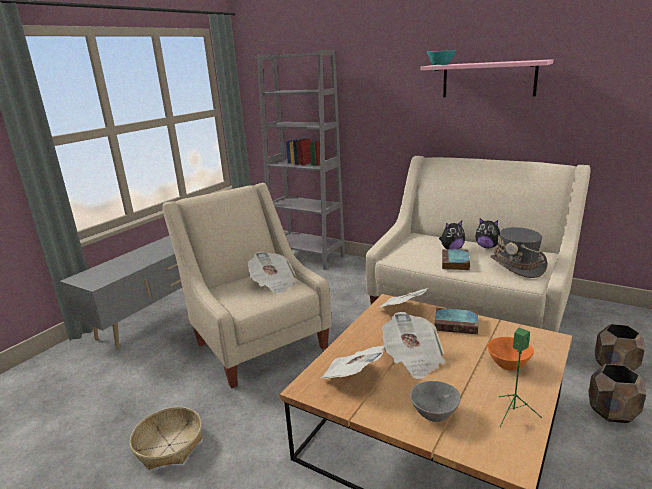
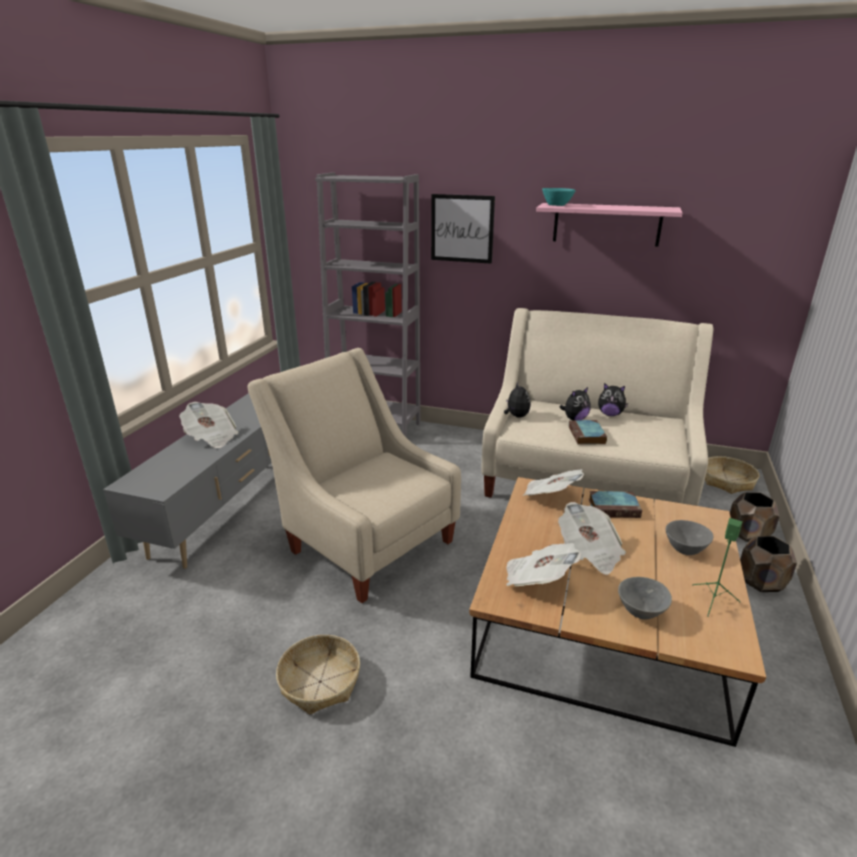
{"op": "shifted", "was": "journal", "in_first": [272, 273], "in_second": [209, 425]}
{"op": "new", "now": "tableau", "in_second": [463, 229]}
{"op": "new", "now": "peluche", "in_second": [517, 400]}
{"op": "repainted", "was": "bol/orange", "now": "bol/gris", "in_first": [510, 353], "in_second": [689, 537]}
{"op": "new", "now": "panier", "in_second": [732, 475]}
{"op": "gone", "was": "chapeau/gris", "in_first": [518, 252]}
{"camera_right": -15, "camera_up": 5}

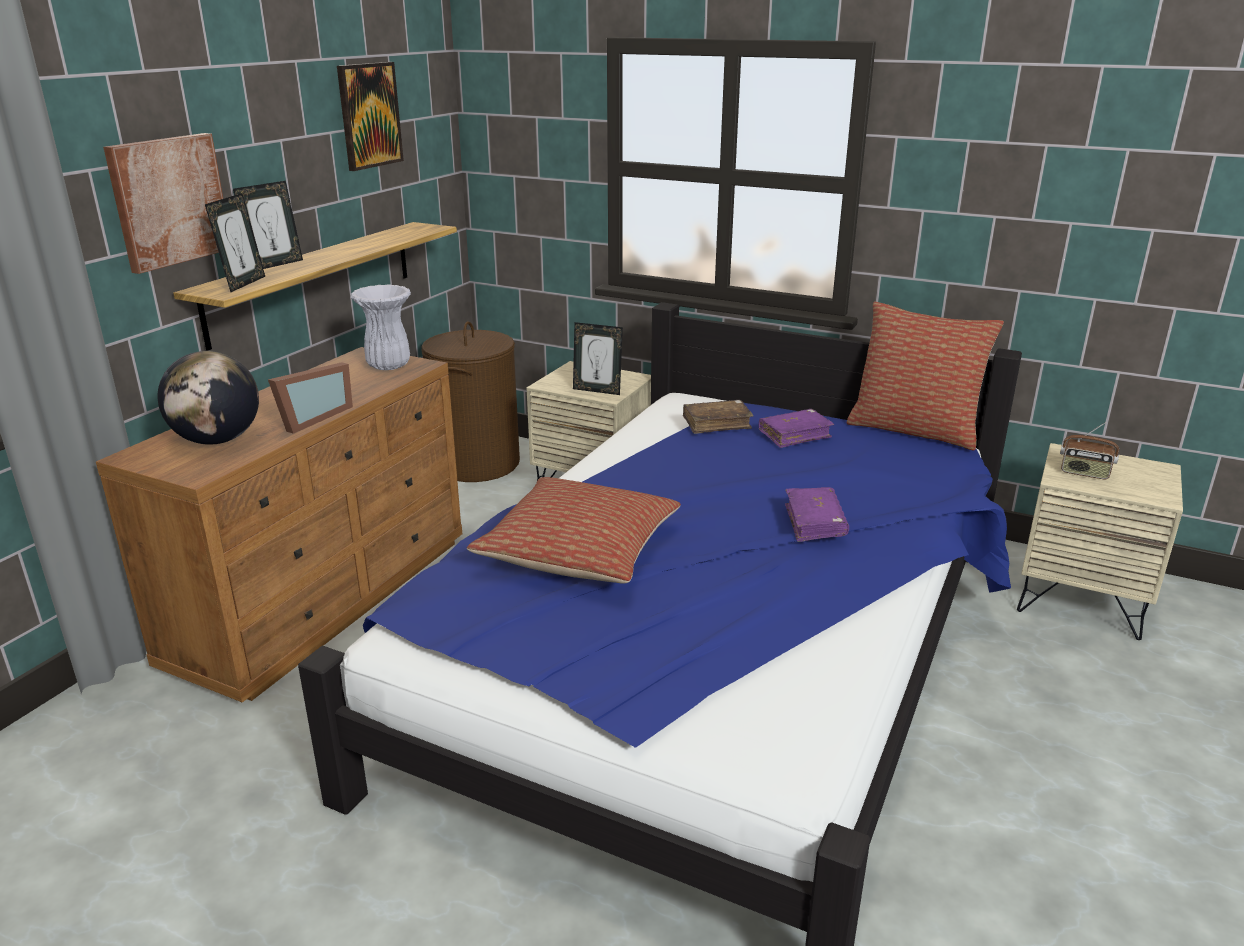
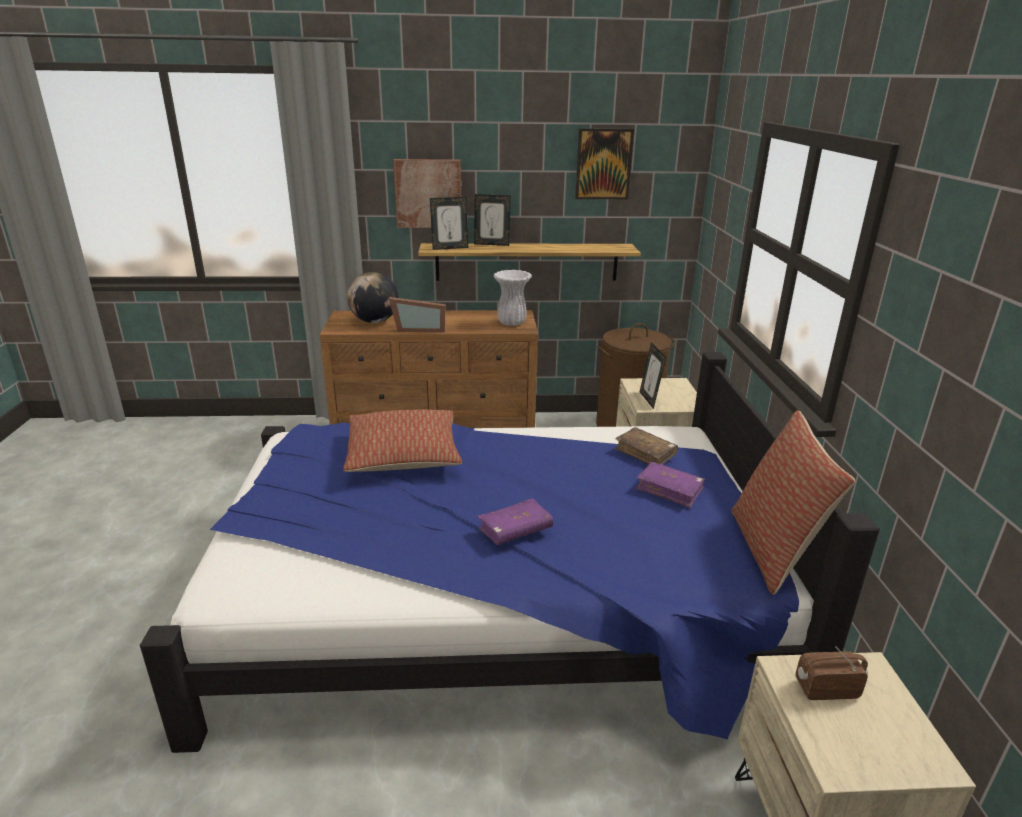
{"op": "rotated", "was": "radio", "in_first": [1089, 450], "in_second": [831, 673], "clockwise": 90}
{"camera_right": 60, "camera_up": 0}

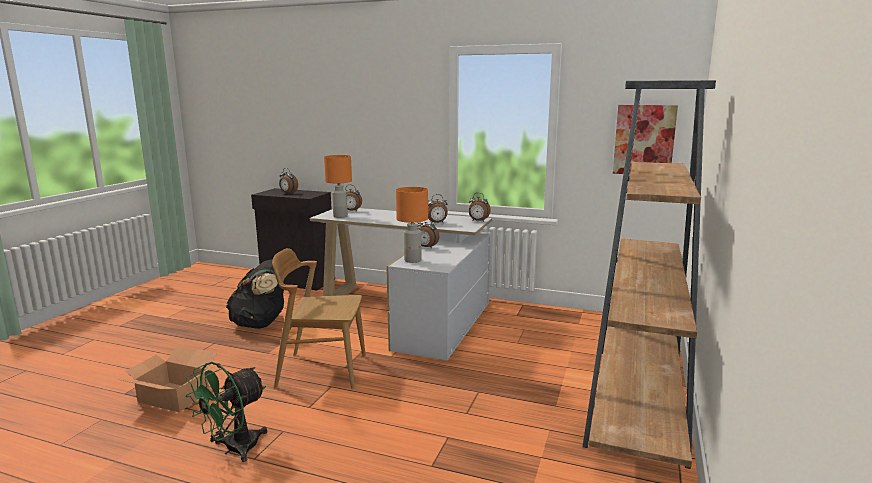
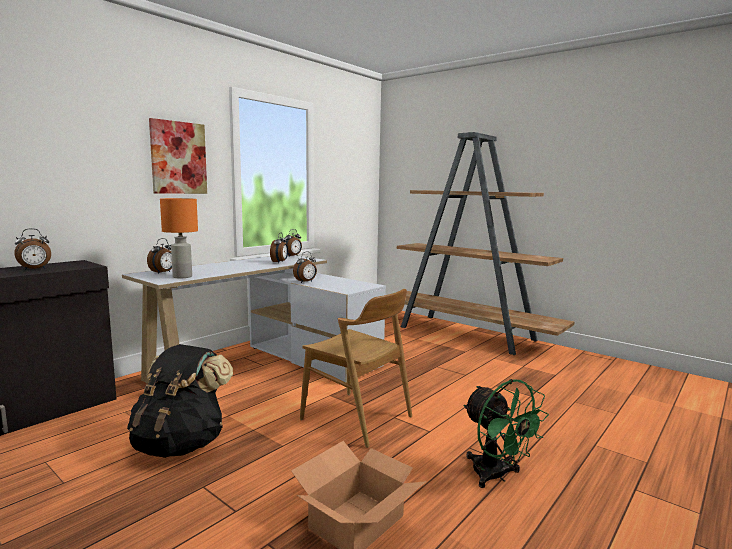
{"op": "shifted", "was": "tableau", "in_first": [645, 139], "in_second": [178, 156]}
{"op": "rotated", "was": "chaise/marron", "in_first": [319, 318], "in_second": [356, 368], "clockwise": -75}
{"op": "gone", "was": "lampe de table/orange", "in_first": [412, 225]}
{"camera_right": -70, "camera_up": -5}

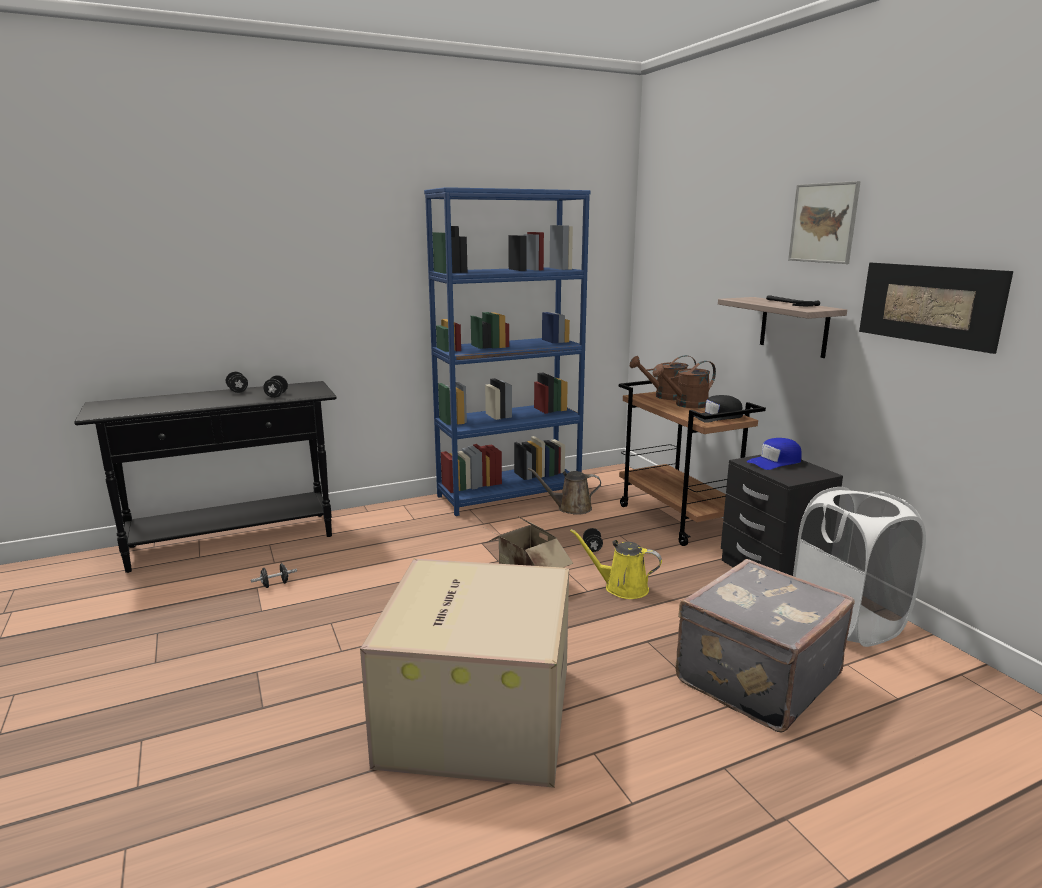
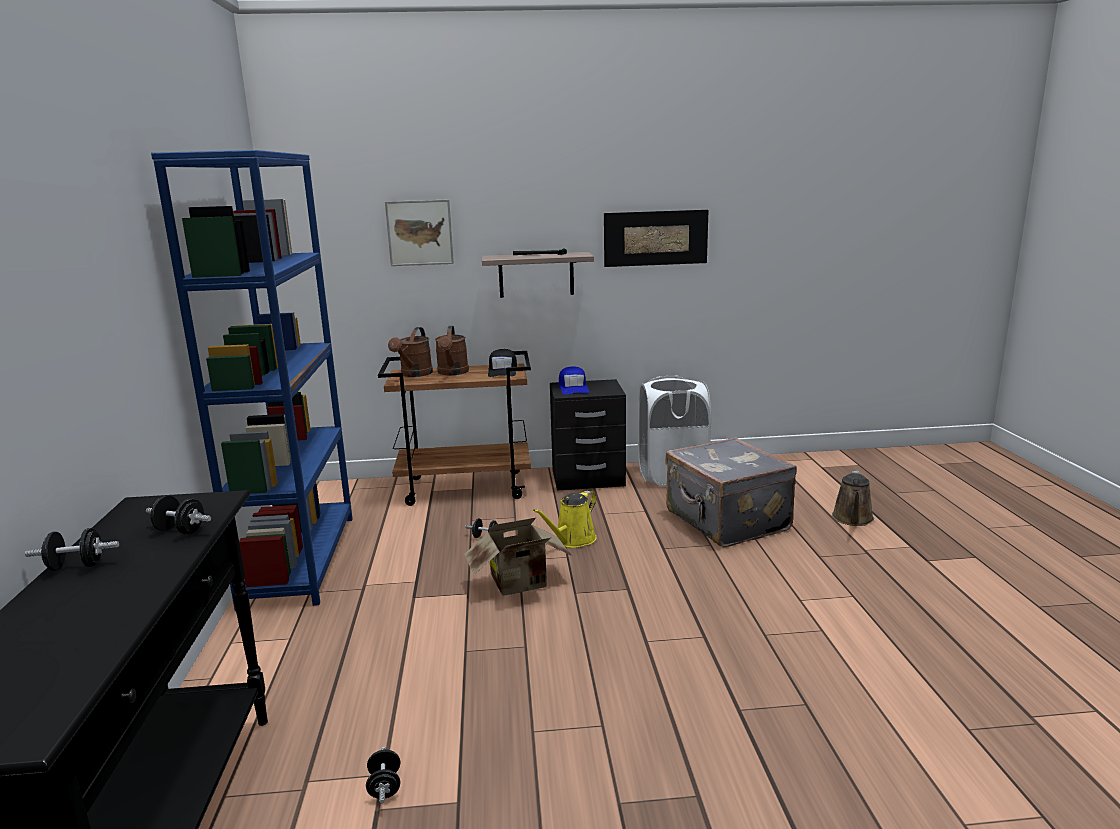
{"op": "shifted", "was": "tableau", "in_first": [824, 222], "in_second": [419, 232]}
{"op": "shifted", "was": "arrosoir/marron", "in_first": [564, 491], "in_second": [853, 498]}
{"op": "gone", "was": "carton", "in_first": [464, 673]}
{"camera_right": -70, "camera_up": 0}

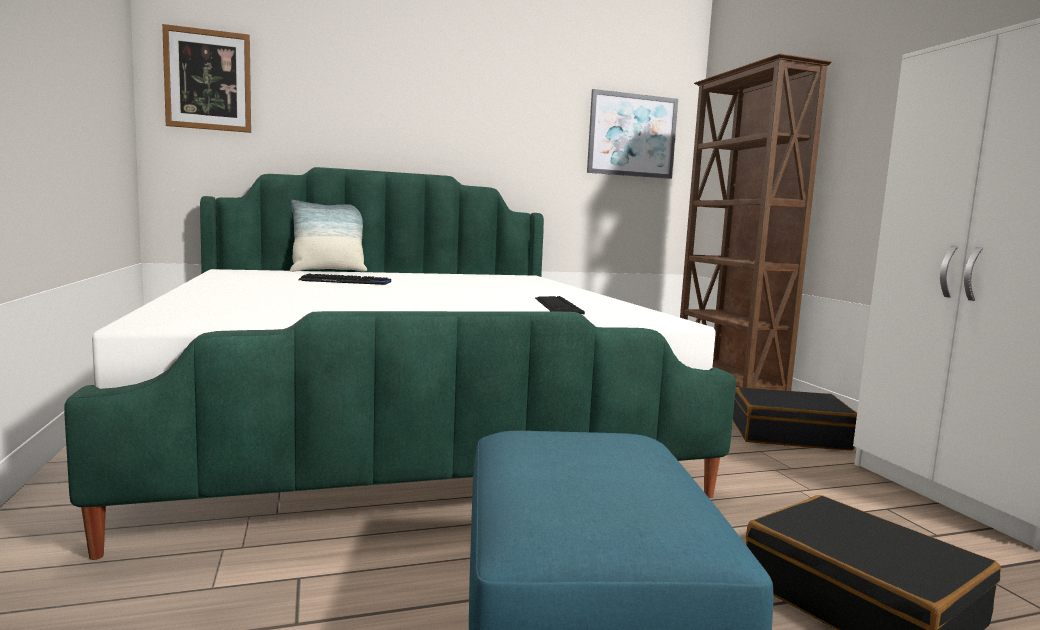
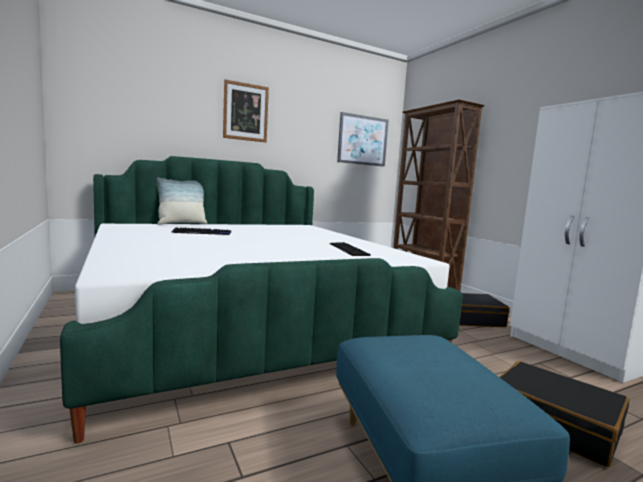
{"op": "shifted", "was": "tableau", "in_first": [206, 78], "in_second": [246, 110]}
{"camera_right": -10, "camera_up": 0}

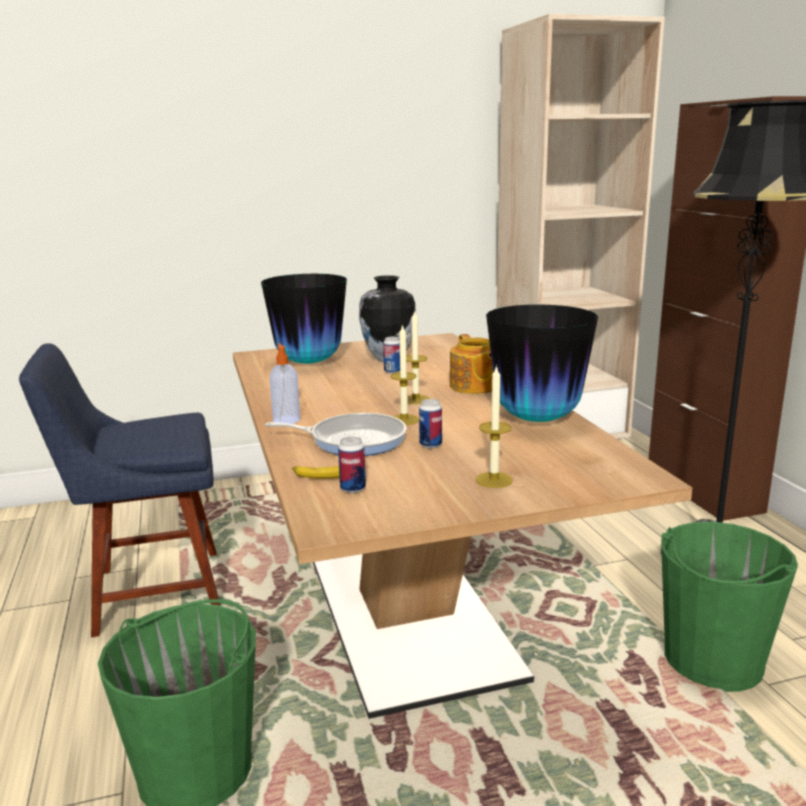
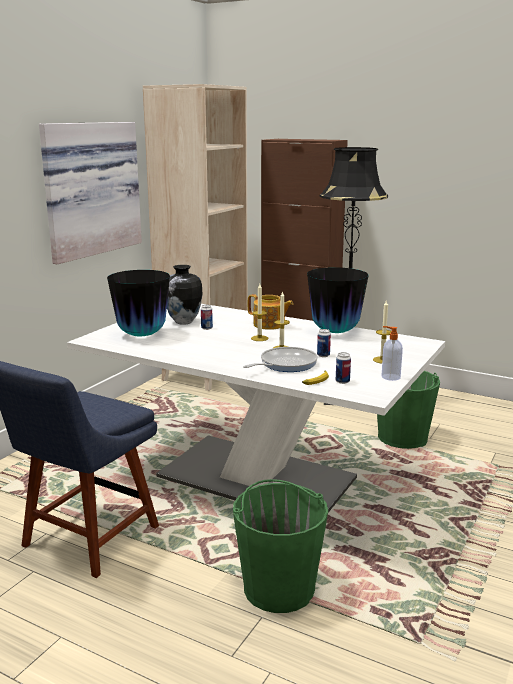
{"op": "new", "now": "tableau", "in_second": [90, 193]}
{"op": "repainted", "was": "table à manger/marron", "now": "table à manger/blanc", "in_first": [462, 526], "in_second": [256, 408]}
{"op": "shifted", "was": "distributeur de savon", "in_first": [285, 383], "in_second": [392, 353]}
{"camera_right": -45, "camera_up": 0}

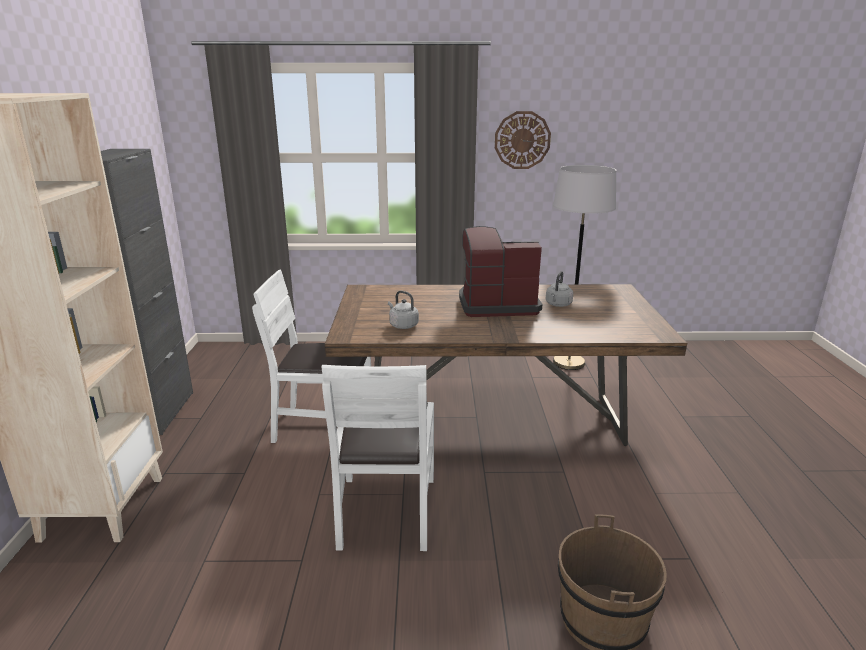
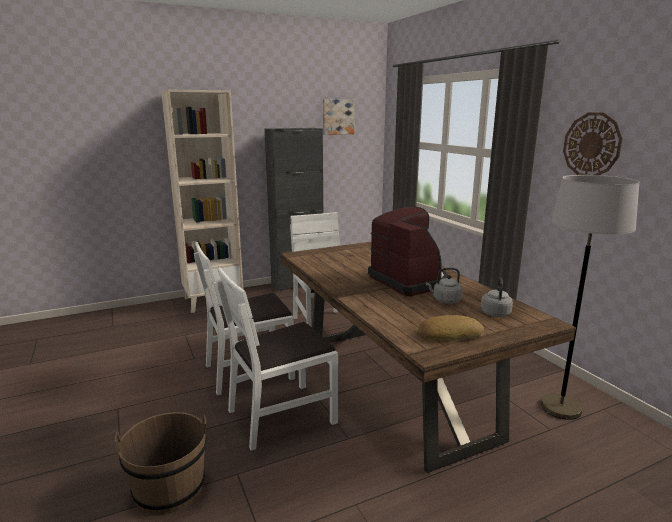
{"op": "new", "now": "chaise/blanc", "in_second": [277, 359]}
{"op": "new", "now": "tableau", "in_second": [339, 117]}
{"op": "new", "now": "pain", "in_second": [451, 328]}
{"op": "shifted", "was": "bouilloire/gris", "in_first": [403, 310], "in_second": [497, 297]}
{"camera_right": 65, "camera_up": -5}

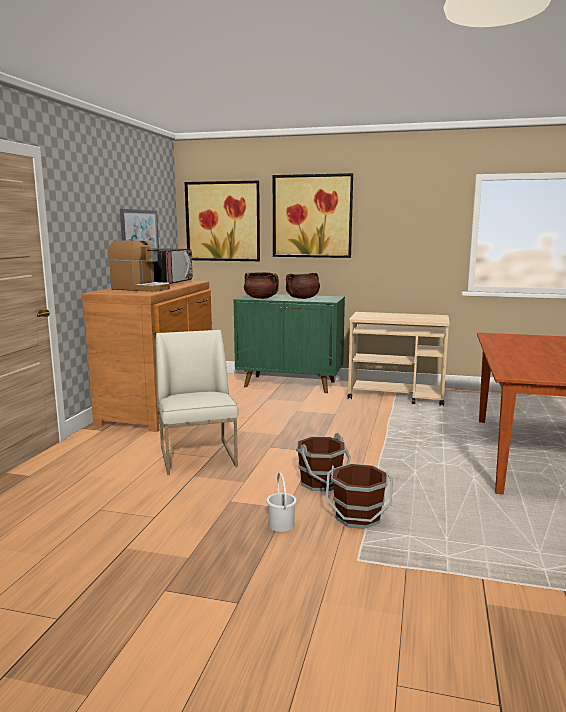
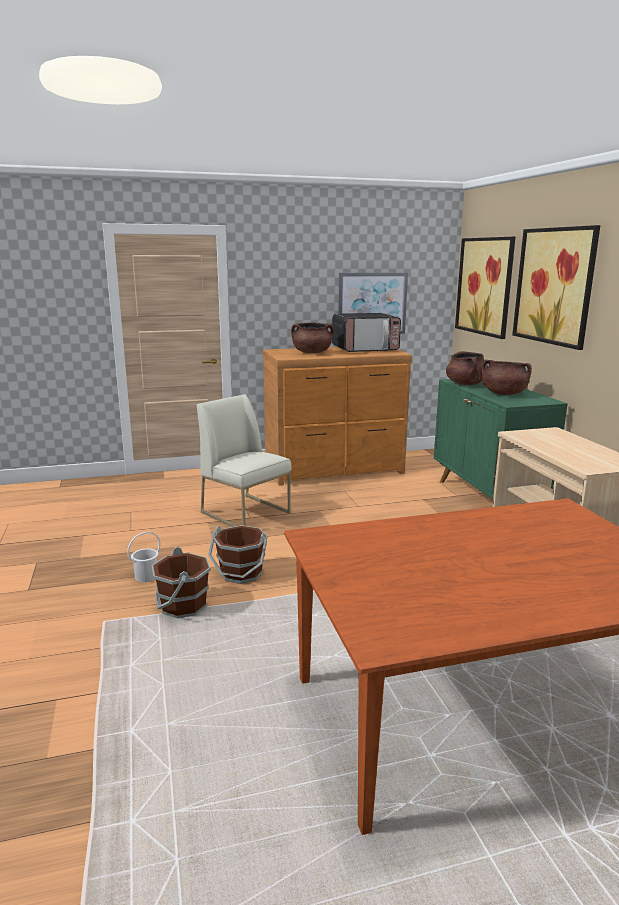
{"op": "rotated", "was": "chaise/blanc", "in_first": [197, 402], "in_second": [244, 460], "clockwise": -90}
{"op": "swapped", "was": "machine à café", "now": "marmite/marron", "in_first": [138, 265], "in_second": [312, 337]}
{"camera_right": 60, "camera_up": 5}

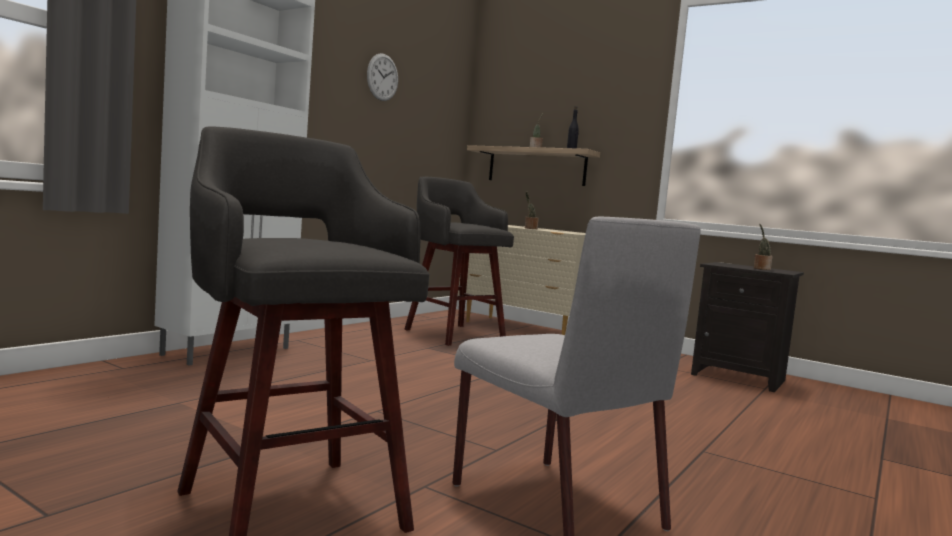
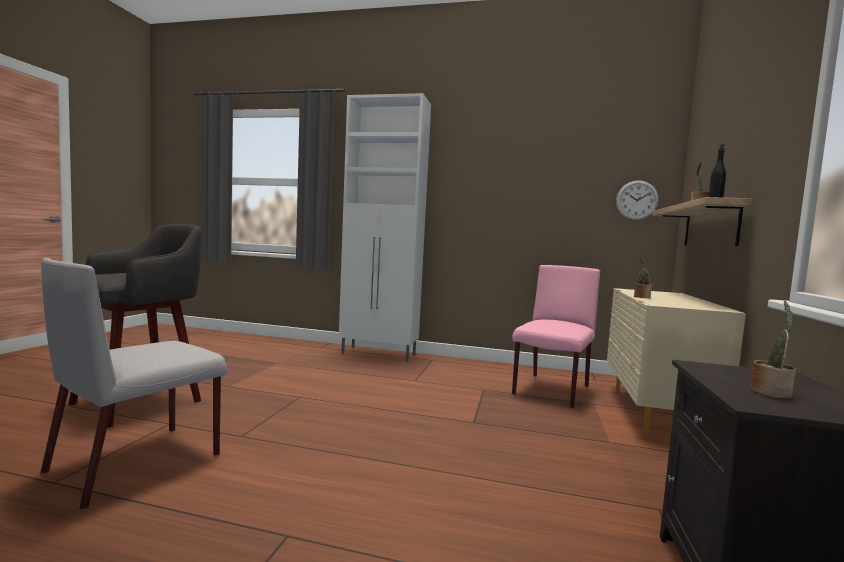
{"op": "swapped", "was": "tabouret/gris", "now": "chaise/rose", "in_first": [459, 261], "in_second": [556, 337]}
{"op": "shifted", "was": "horloge murale", "in_first": [382, 77], "in_second": [637, 200]}
{"camera_right": 70, "camera_up": 0}

